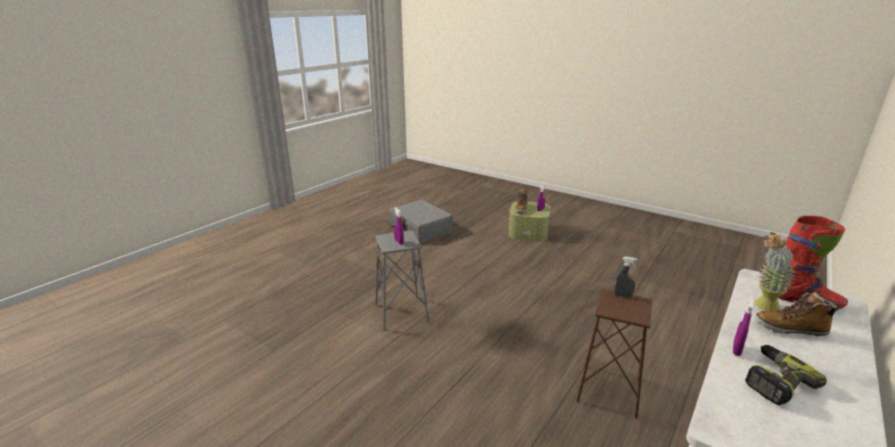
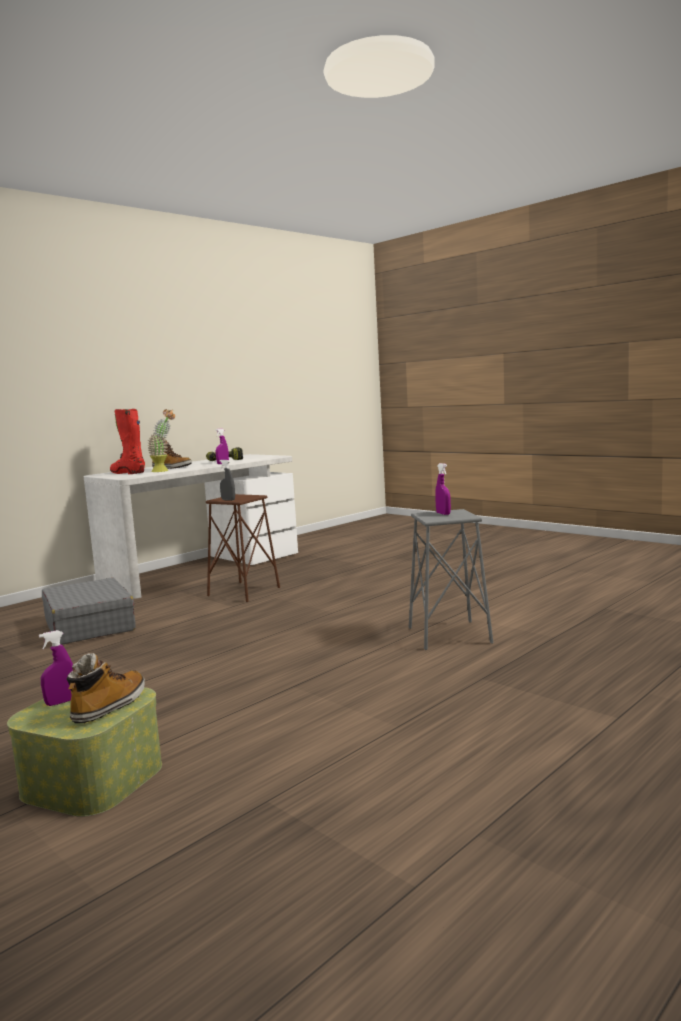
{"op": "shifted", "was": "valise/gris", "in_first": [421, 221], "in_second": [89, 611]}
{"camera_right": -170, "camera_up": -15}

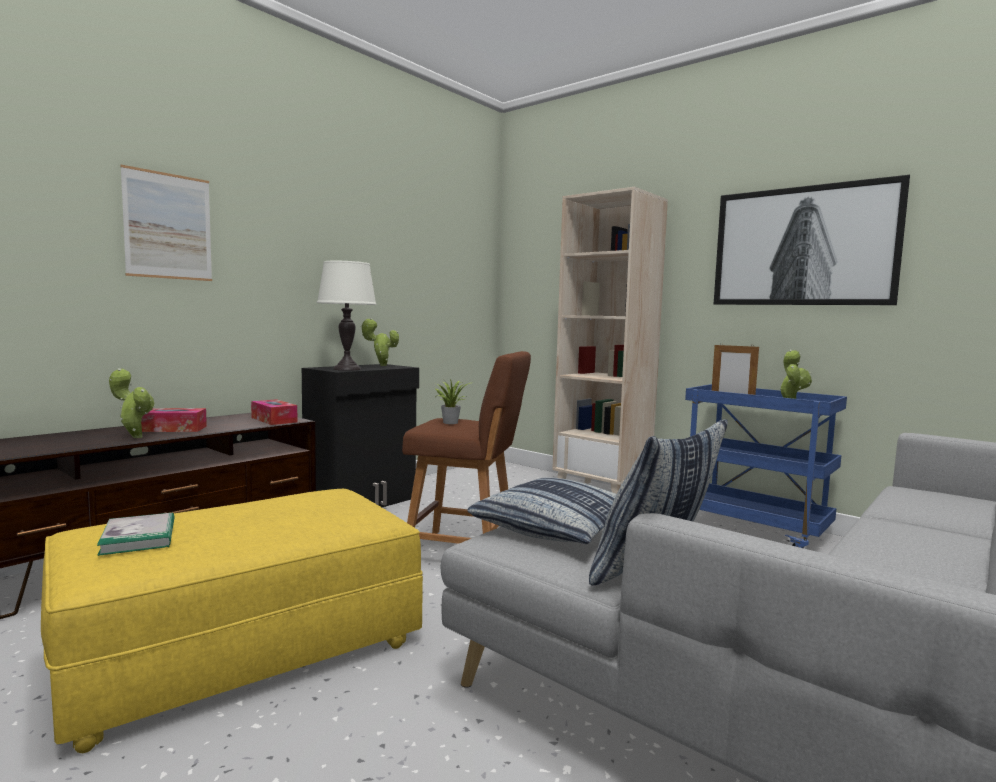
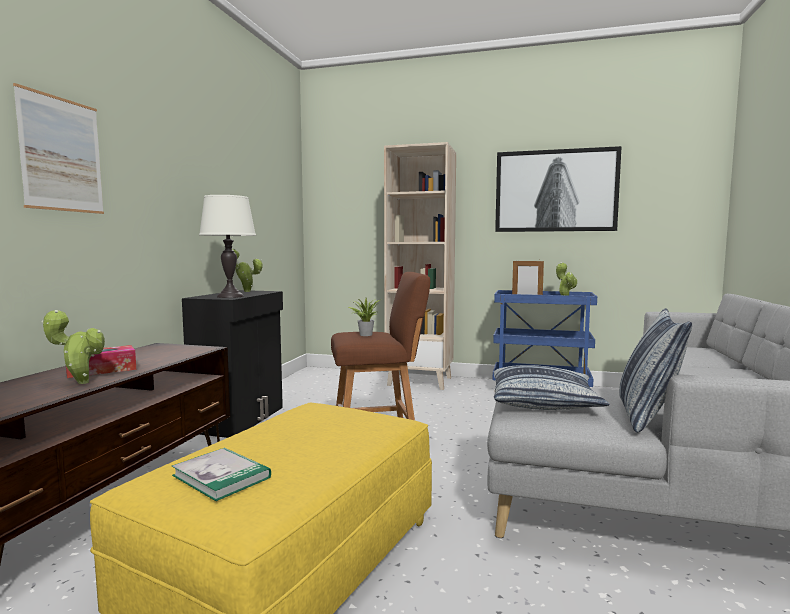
{"op": "gone", "was": "boîte à mouchoirs", "in_first": [274, 412]}
{"camera_right": -25, "camera_up": 0}

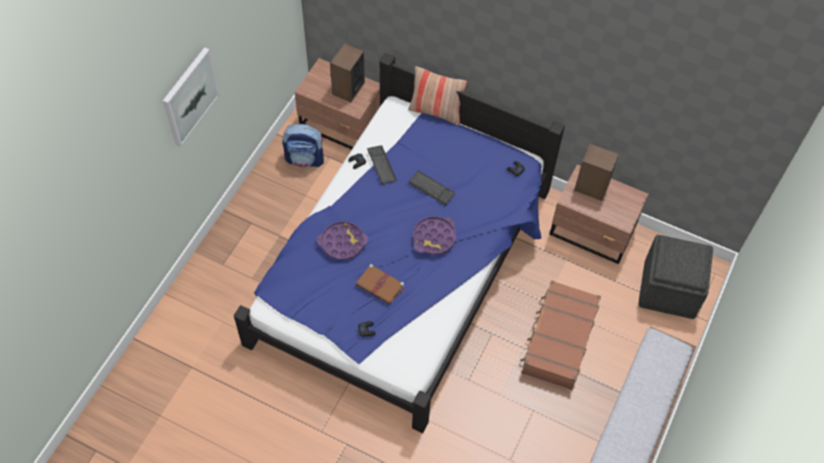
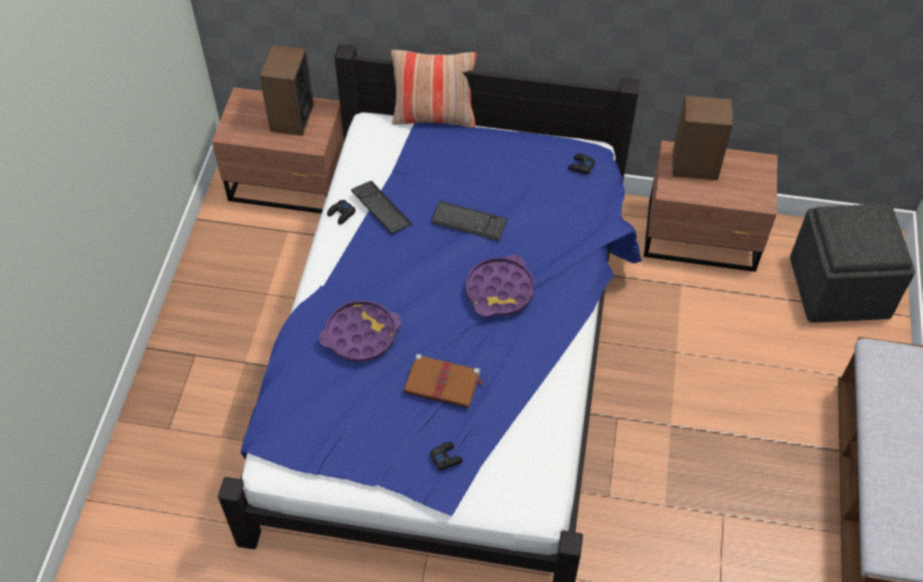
{"op": "gone", "was": "tableau", "in_first": [191, 97]}
{"op": "gone", "was": "sac à dos", "in_first": [303, 146]}
{"op": "gone", "was": "valise/marron", "in_first": [560, 335]}
{"camera_right": -15, "camera_up": -5}

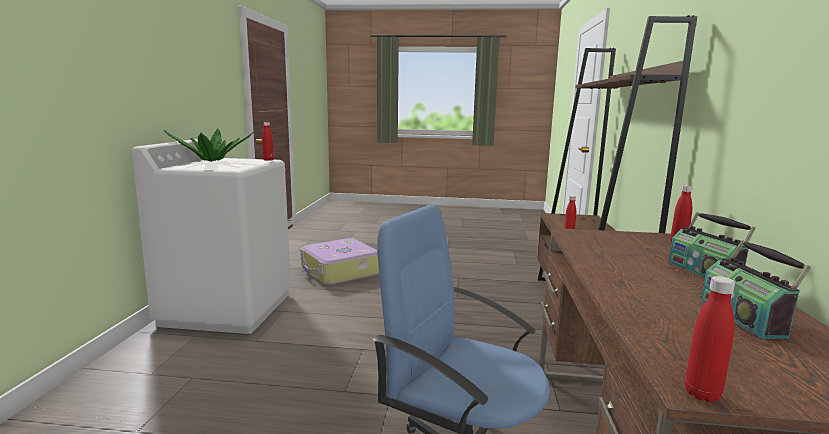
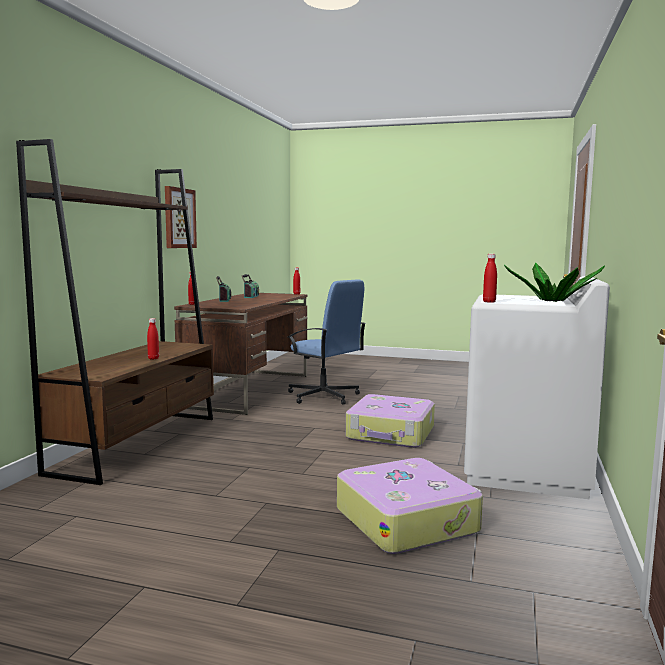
{"op": "new", "now": "tableau", "in_second": [181, 217]}
{"op": "new", "now": "valise", "in_second": [390, 421]}
{"camera_right": -170, "camera_up": -5}

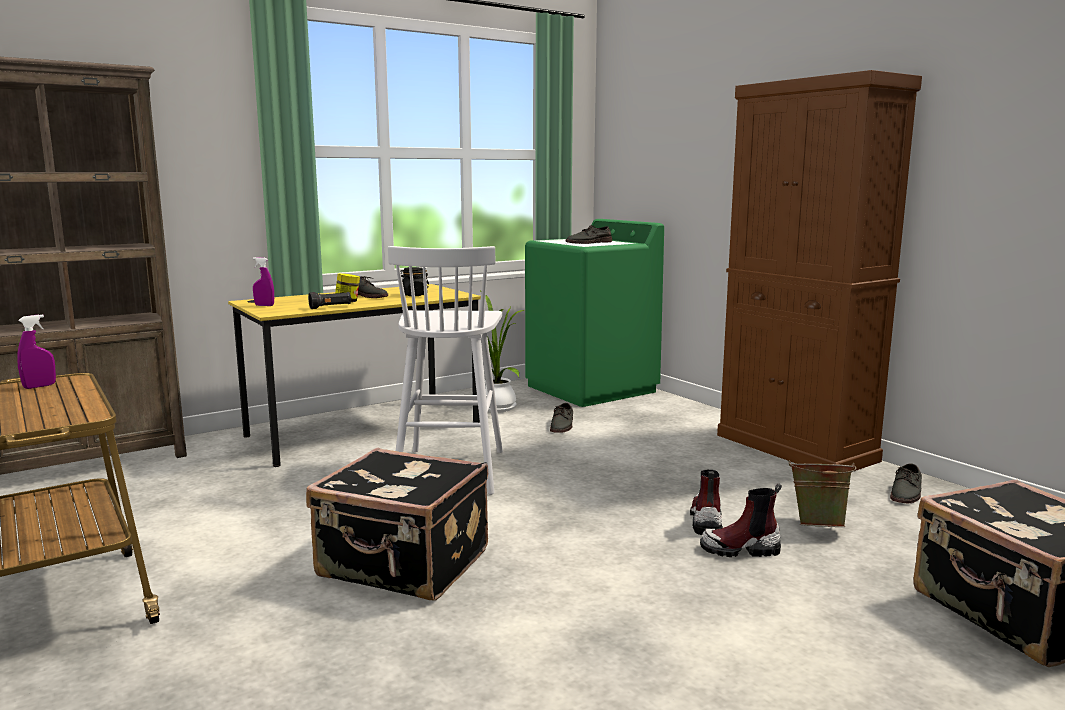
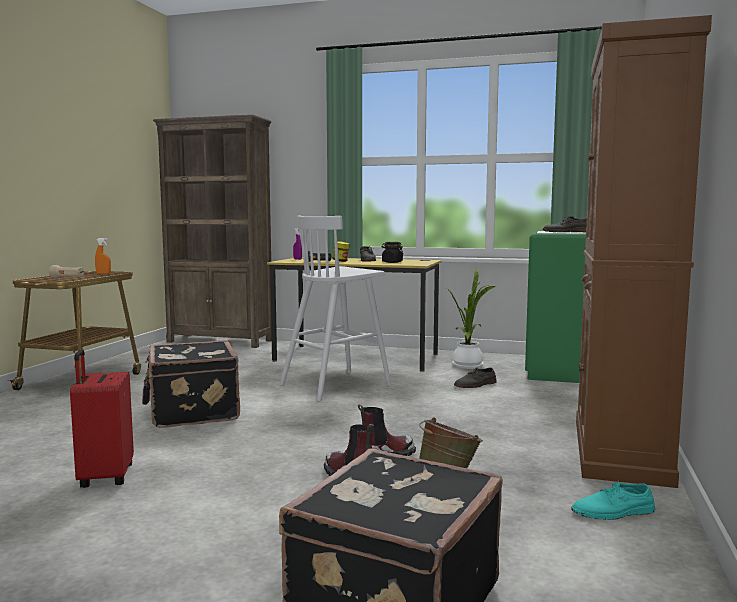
{"op": "new", "now": "lampe de poche/beige", "in_second": [66, 271]}
{"op": "new", "now": "valise/rouge", "in_second": [102, 418]}
{"op": "repainted", "was": "vaporisateur/violet", "now": "vaporisateur/orange", "in_first": [36, 351], "in_second": [103, 256]}
{"op": "repainted", "was": "chaussure/gris", "now": "chaussure/turquoise", "in_first": [906, 483], "in_second": [613, 500]}
{"camera_right": 50, "camera_up": -5}

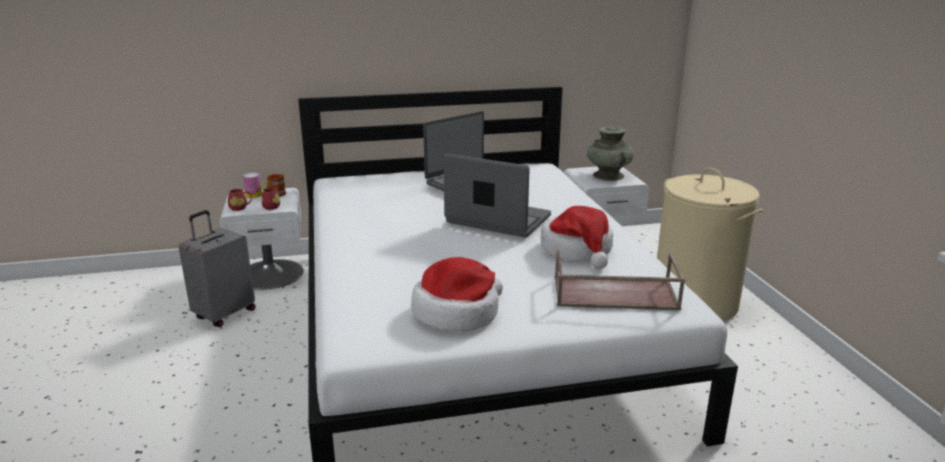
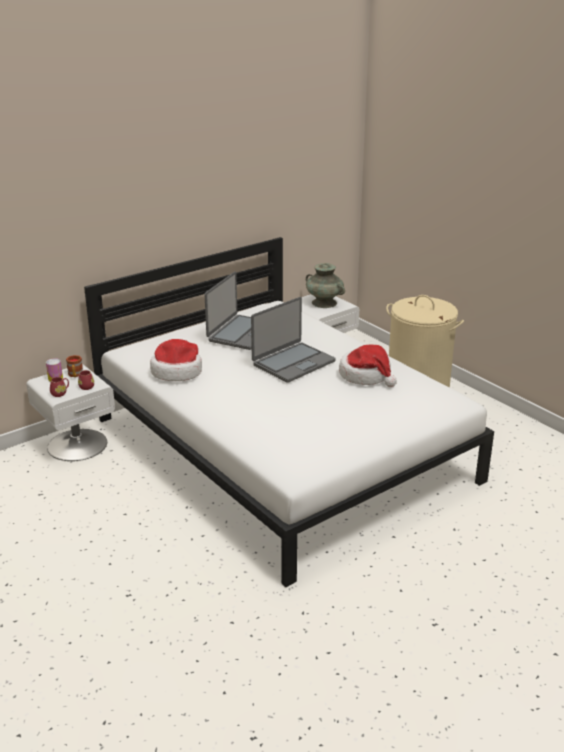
{"op": "shifted", "was": "chapeau", "in_first": [457, 294], "in_second": [176, 360]}
{"op": "rotated", "was": "ordinateur portable", "in_first": [497, 195], "in_second": [293, 340], "clockwise": 135}
{"op": "gone", "was": "valise/gris", "in_first": [217, 268]}
{"op": "gone", "was": "plateau/marron", "in_first": [620, 280]}
{"camera_right": -25, "camera_up": 5}

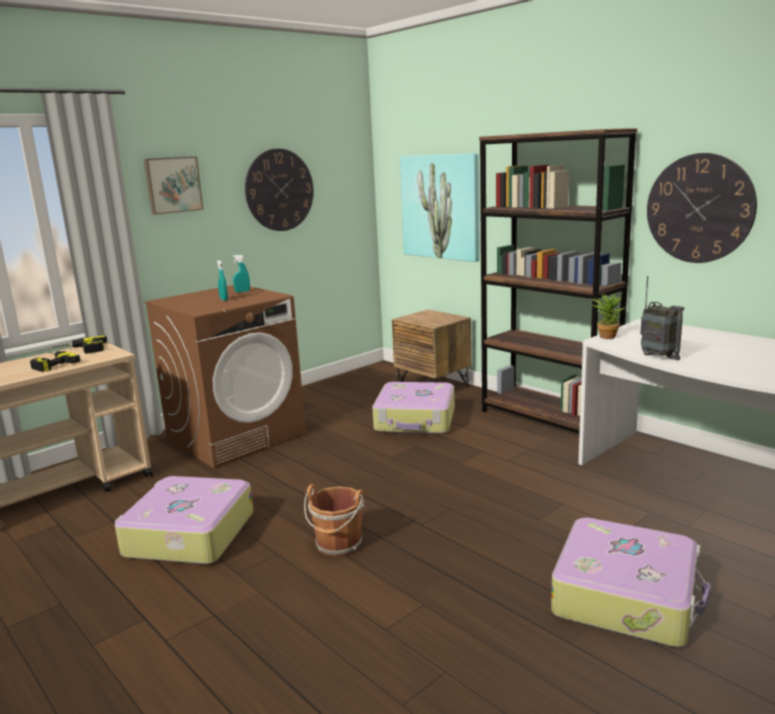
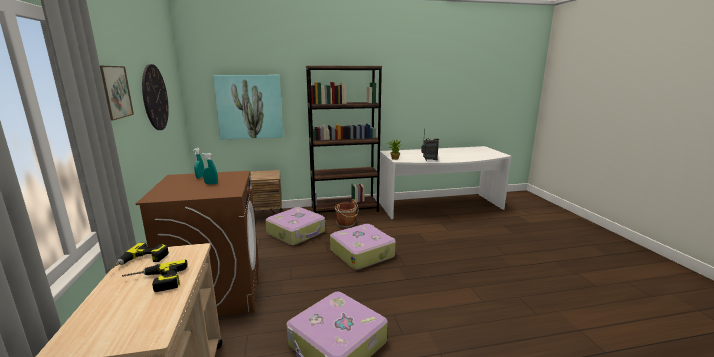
{"op": "shifted", "was": "valise", "in_first": [631, 582], "in_second": [363, 247]}
{"op": "shifted", "was": "seau/marron", "in_first": [334, 520], "in_second": [346, 213]}
{"op": "gone", "was": "horloge murale", "in_first": [702, 208]}
{"camera_right": -60, "camera_up": 0}

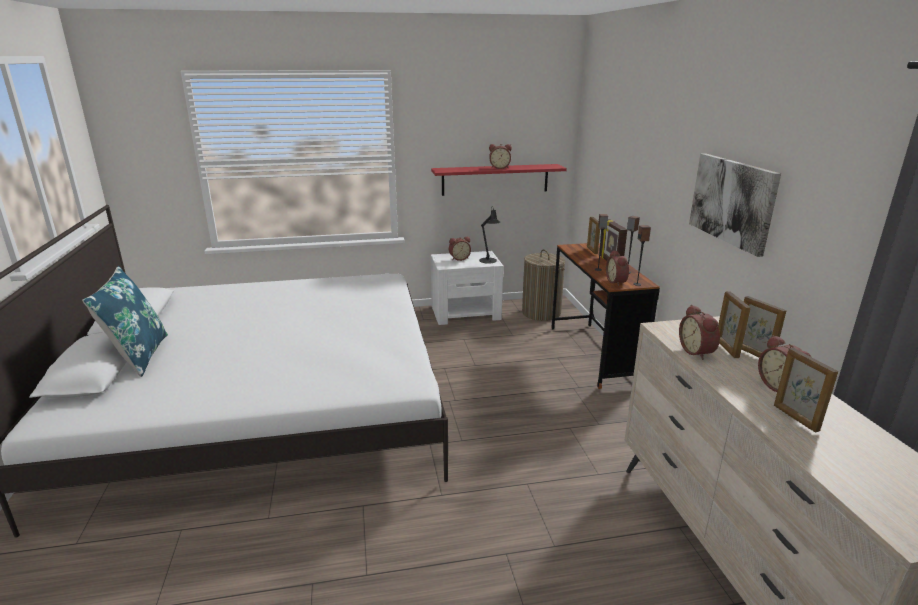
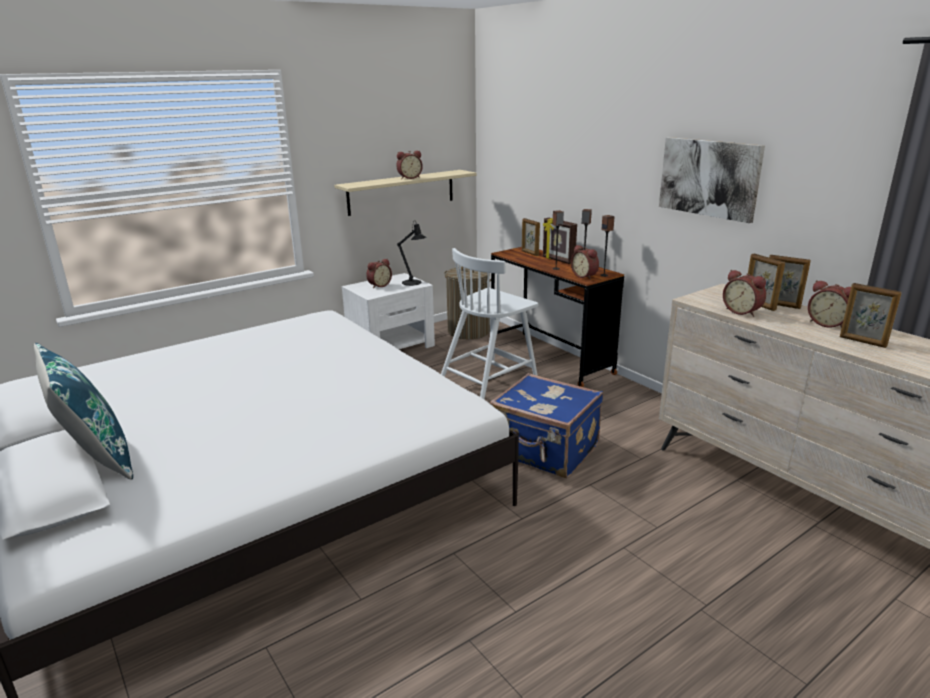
{"op": "repainted", "was": "étagère/rouge", "now": "étagère/beige", "in_first": [499, 180], "in_second": [405, 193]}
{"op": "new", "now": "chaise/blanc", "in_second": [490, 323]}
{"op": "new", "now": "valise/bleu", "in_second": [546, 425]}
{"camera_right": -25, "camera_up": 0}

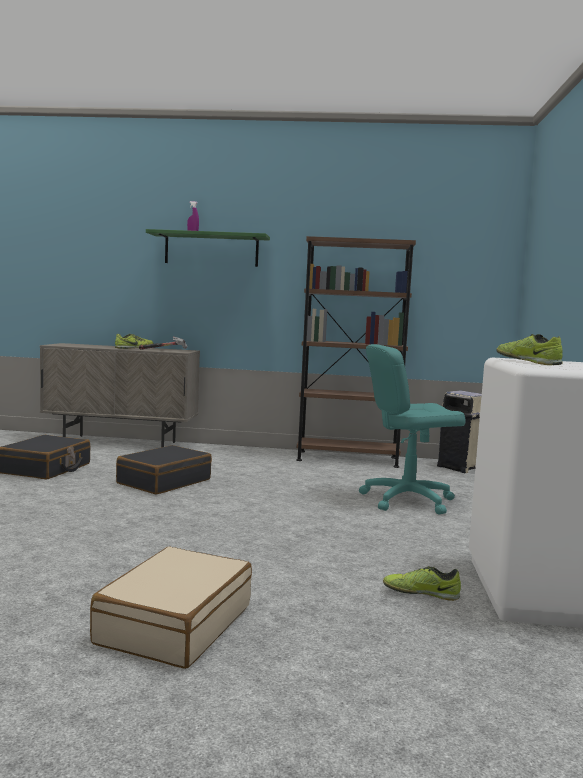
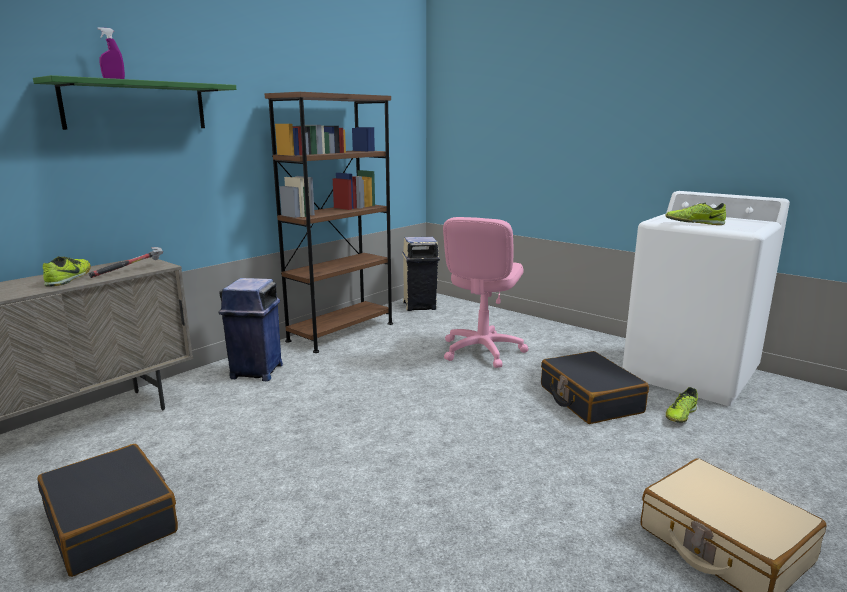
{"op": "new", "now": "poubelle/bleu", "in_second": [251, 329]}
{"op": "repainted", "was": "chaise de bureau/turquoise", "now": "chaise de bureau/rose", "in_first": [412, 429], "in_second": [486, 292]}
{"op": "shifted", "was": "valise/noir", "in_first": [164, 470], "in_second": [595, 387]}
{"camera_right": -55, "camera_up": 10}

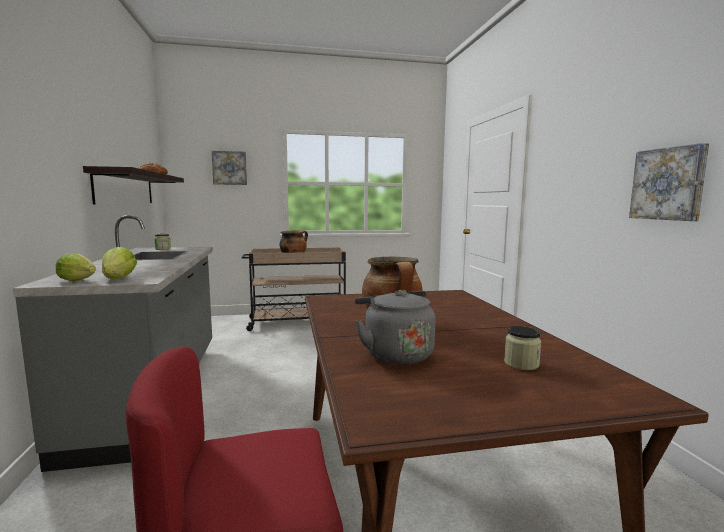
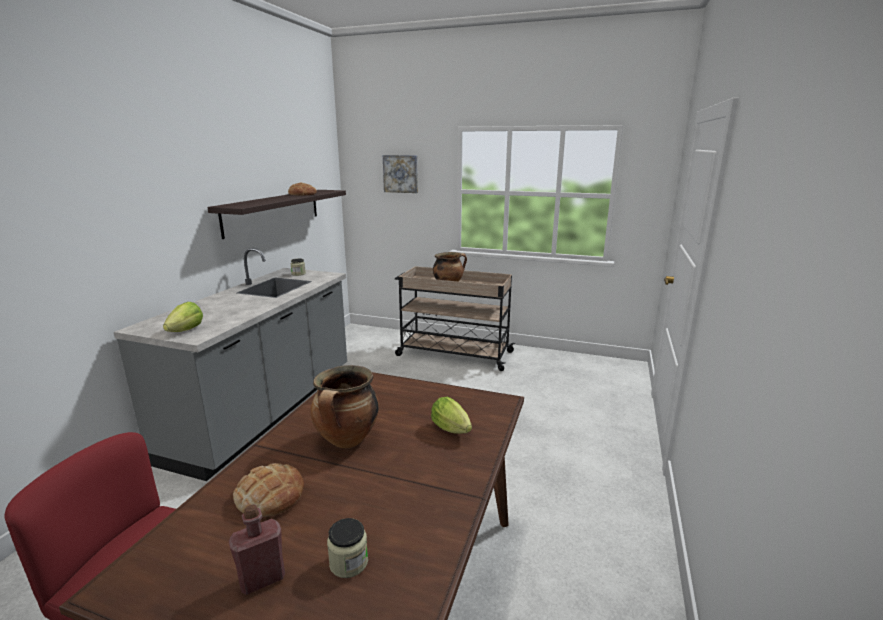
{"op": "new", "now": "bouteille/rouge", "in_second": [257, 549]}
{"op": "swapped", "was": "bouilloire/gris", "now": "pain", "in_first": [395, 327], "in_second": [268, 490]}
{"op": "shifted", "was": "laitue", "in_first": [76, 267], "in_second": [451, 415]}
{"op": "gone", "was": "tableau", "in_first": [669, 182]}
{"camera_right": 30, "camera_up": 10}

